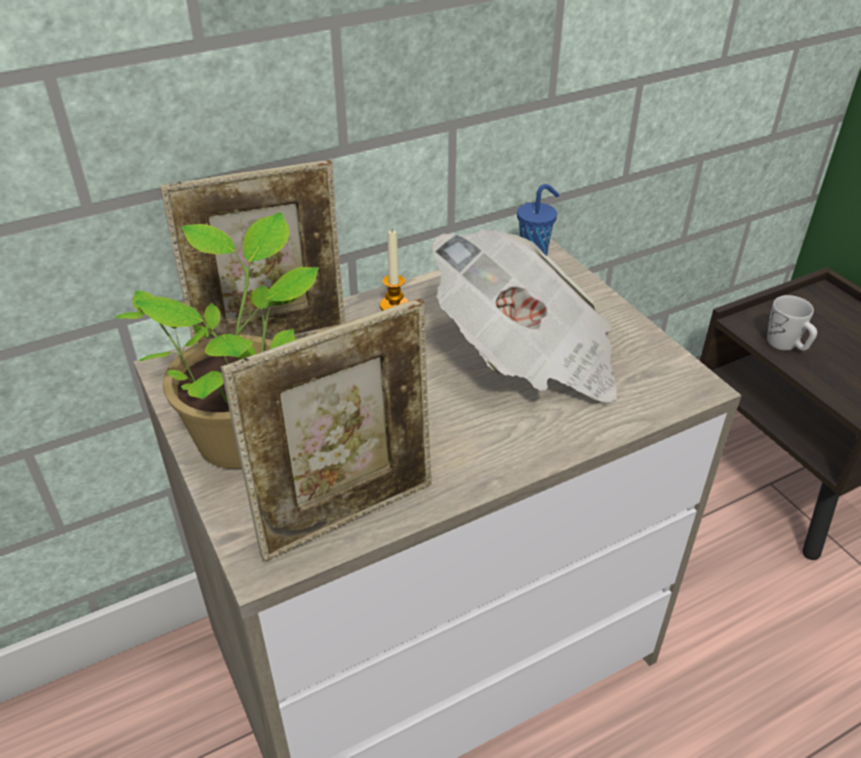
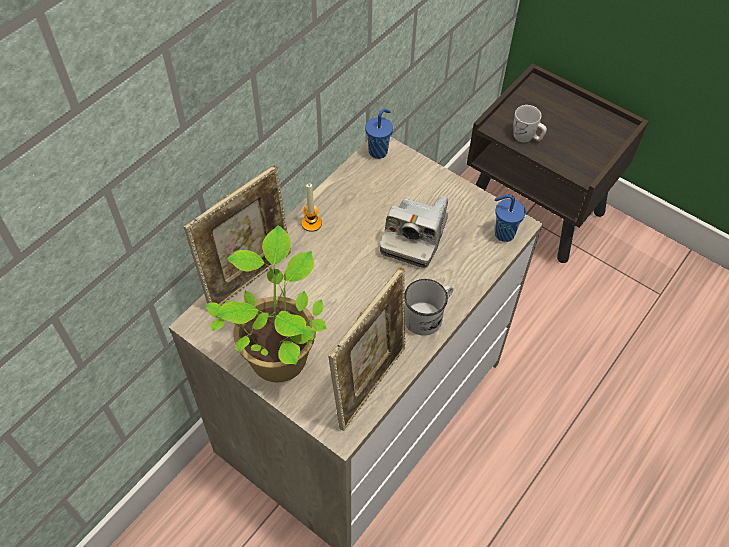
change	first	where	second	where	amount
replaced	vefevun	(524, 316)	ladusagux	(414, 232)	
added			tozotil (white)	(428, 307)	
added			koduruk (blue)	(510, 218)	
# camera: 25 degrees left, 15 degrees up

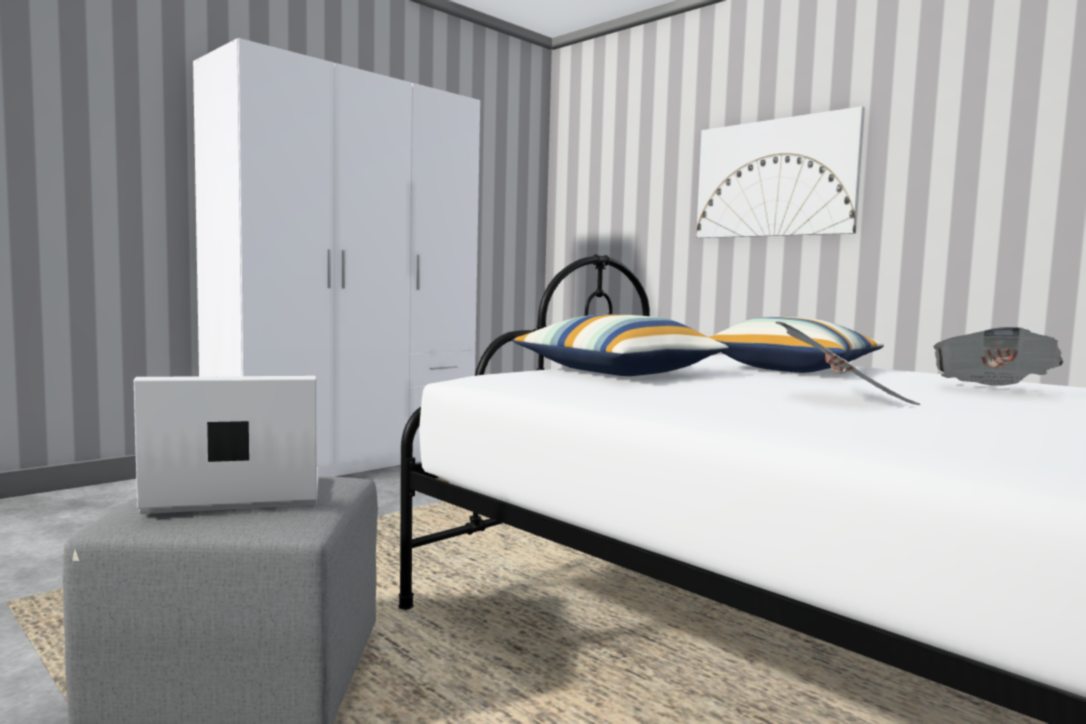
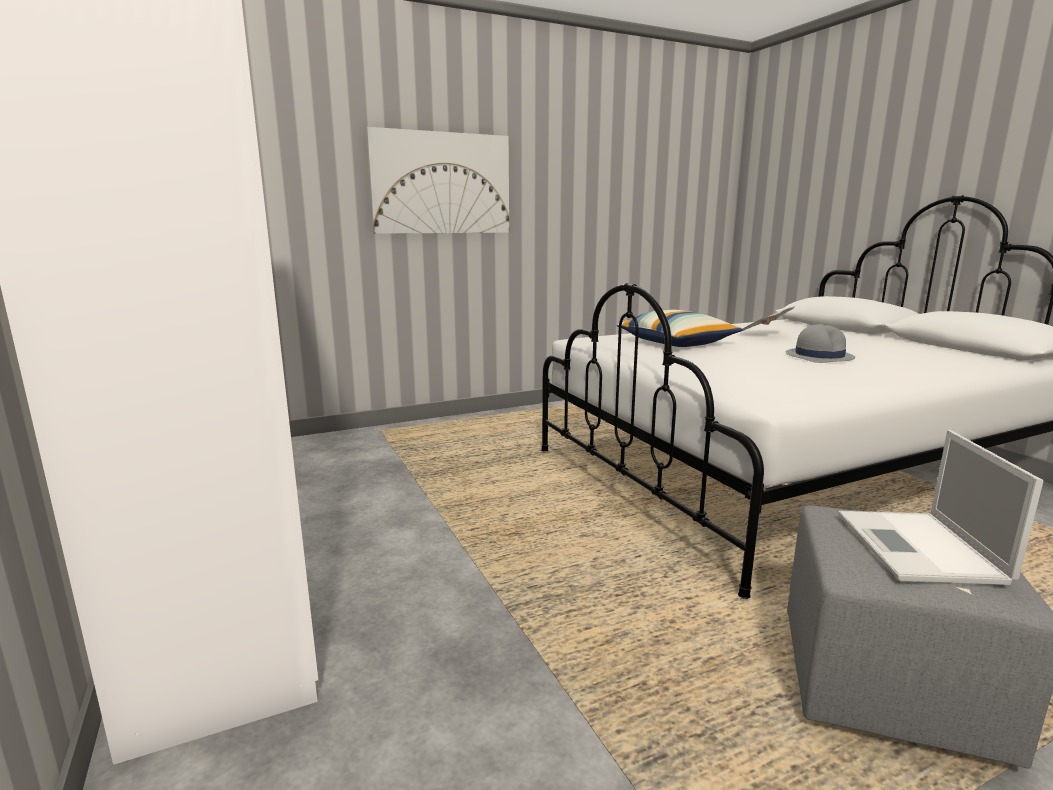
change	first	where	second	where	amount
replaced	vefevun	(848, 363)	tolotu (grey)	(820, 343)	
removed	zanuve	(620, 345)			
# camera: 70 degrees left, 10 degrees up

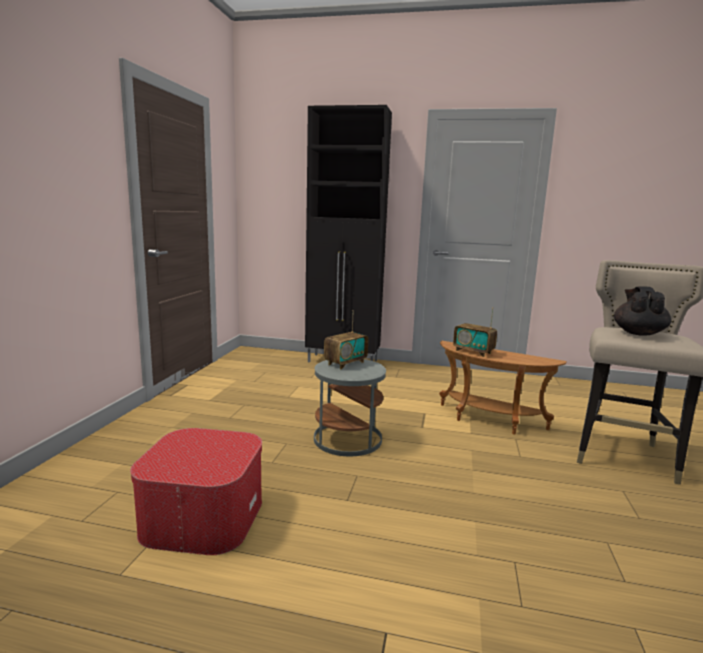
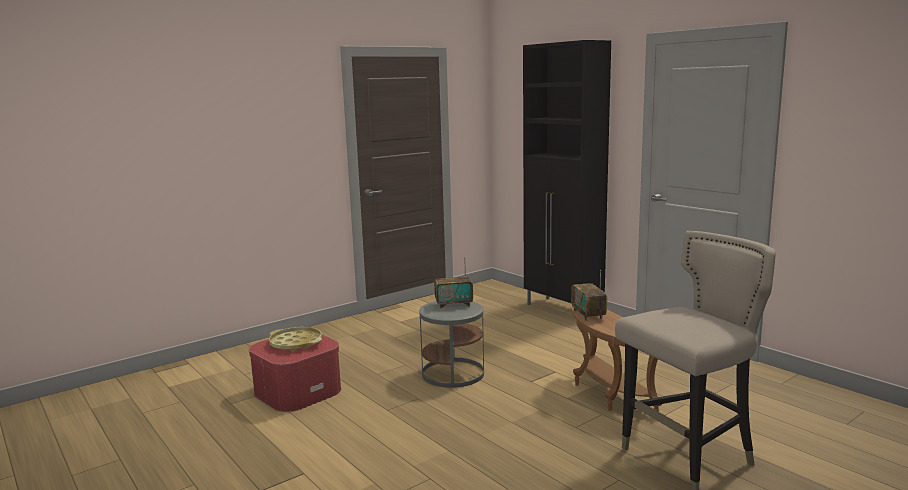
change	first	where	second	where	amount
added			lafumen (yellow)	(295, 339)	
removed	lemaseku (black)	(642, 311)			
# camera: 40 degrees right, 0 degrees up

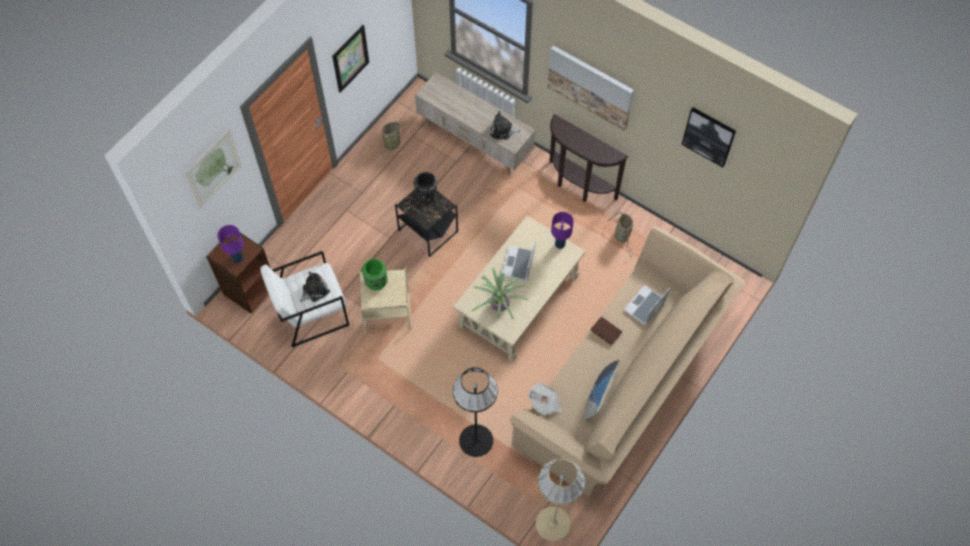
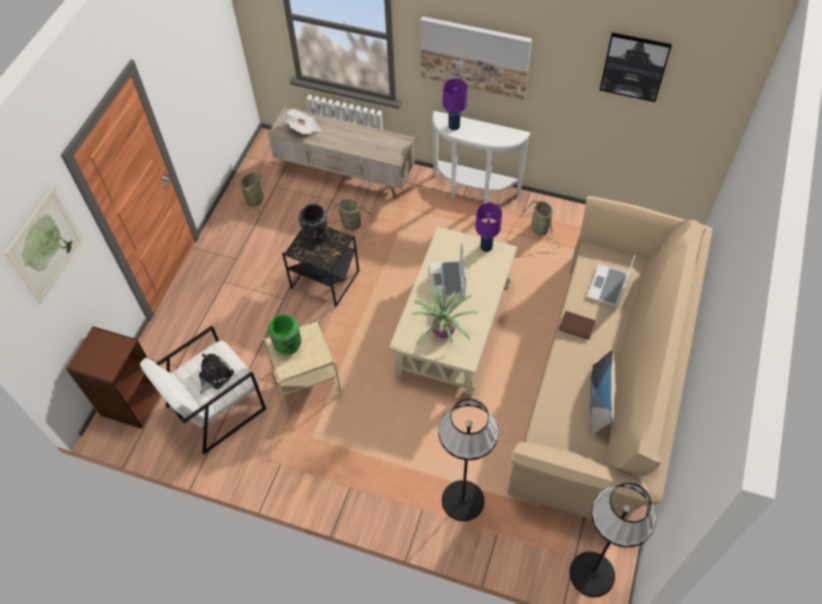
change	first	where	second	where	amount
moved	vefevun	(545, 399)		(302, 121)	
added			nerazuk	(350, 214)	
recoloured	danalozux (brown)	(589, 158)	danalozux (white)	(481, 157)	
moved	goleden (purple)	(230, 244)		(455, 104)	
recoloured	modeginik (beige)	(560, 500)	modeginik (black)	(612, 540)	
removed	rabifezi	(350, 59)			
removed	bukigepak	(505, 125)			
# camera: 15 degrees left, 5 degrees down

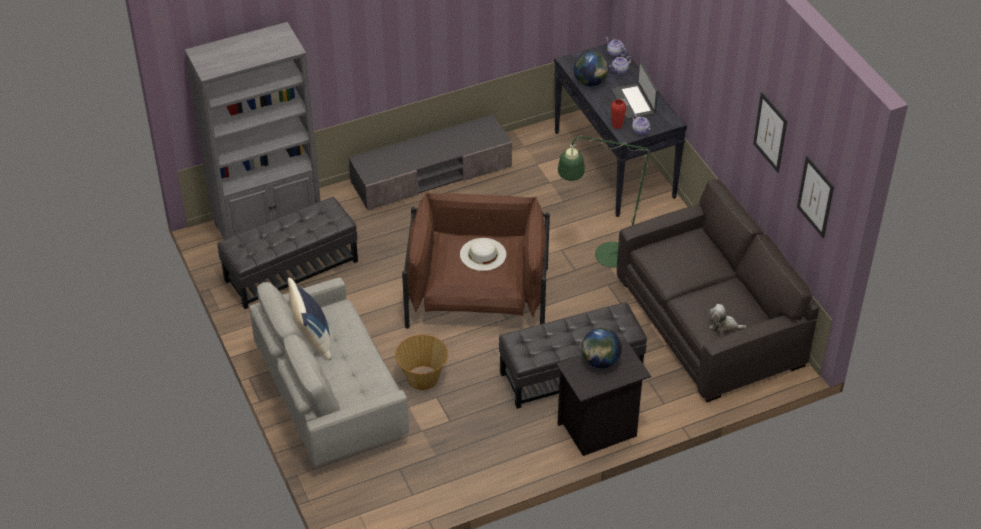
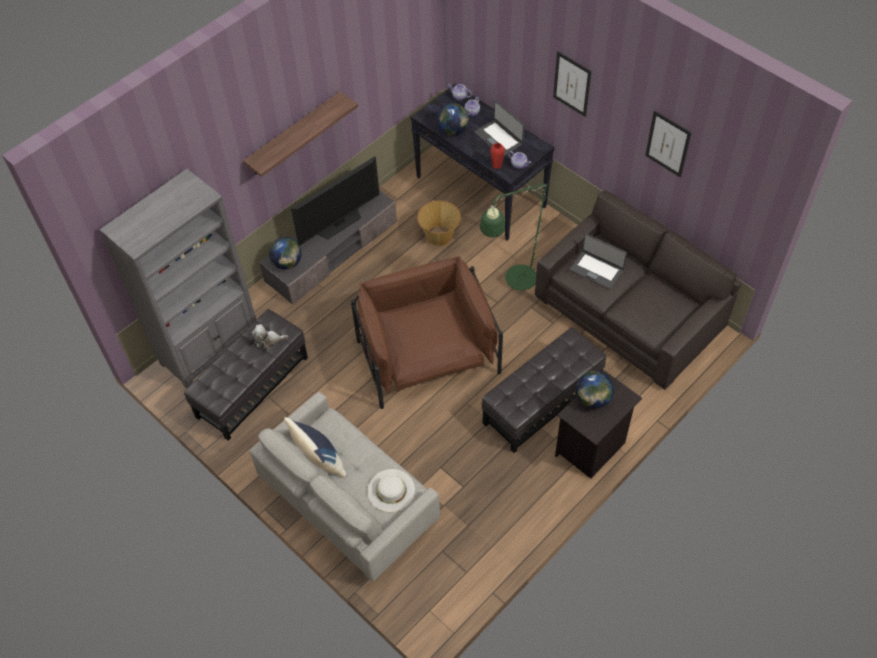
change	first	where	second	where	amount
added			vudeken	(300, 134)	
moved	bukigepak	(728, 319)		(269, 336)	
added			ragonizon	(285, 253)	
added			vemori	(335, 201)	
moved	tolotu (white)	(483, 254)		(391, 490)	
moved	nerazuk	(421, 362)		(439, 223)	
moved	rabifezi	(815, 197)		(572, 84)	
added			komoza	(598, 261)	
# camera: 20 degrees left, 10 degrees up

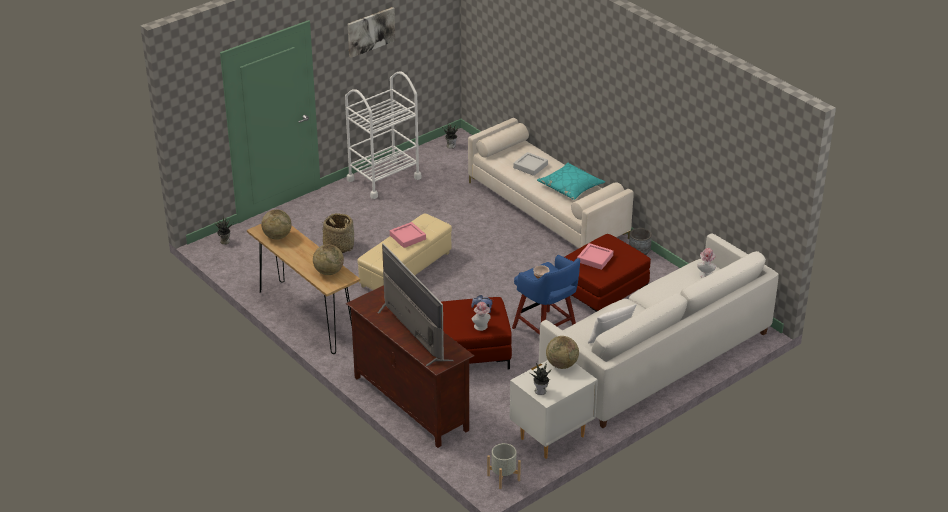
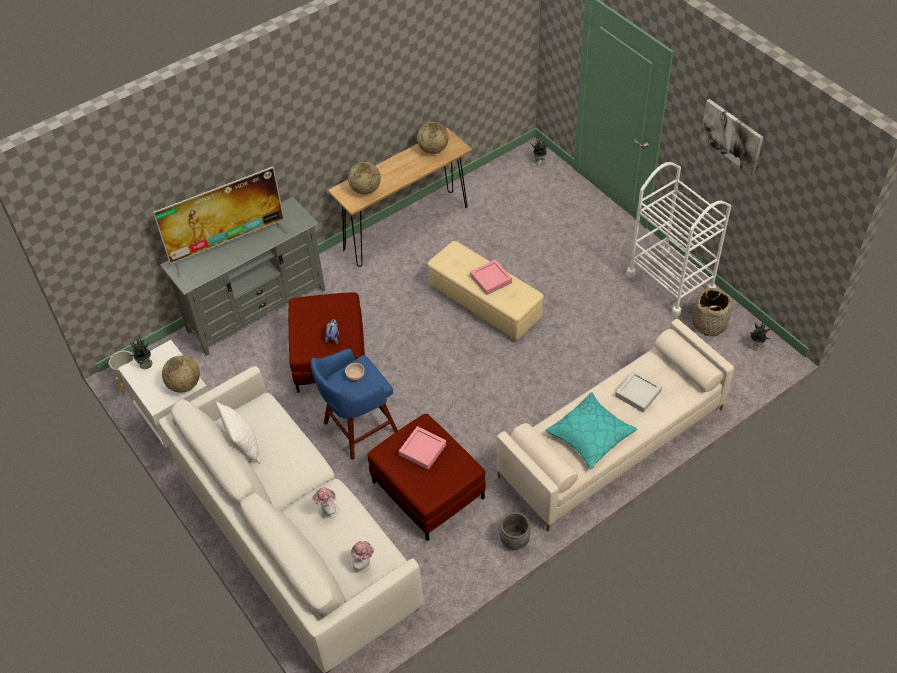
change	first	where	second	where	amount
recoloured	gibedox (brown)	(410, 366)	gibedox (grey)	(242, 276)	
moved	tolotu	(481, 316)		(325, 502)	
moved	nerazuk	(338, 233)		(712, 312)	
# camera: 95 degrees right, 15 degrees up

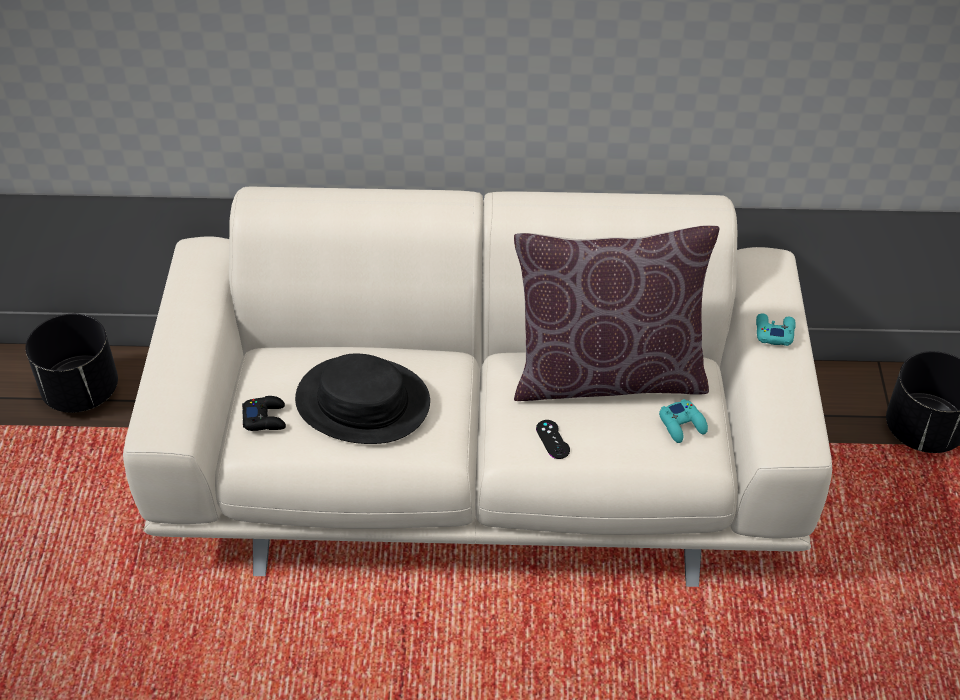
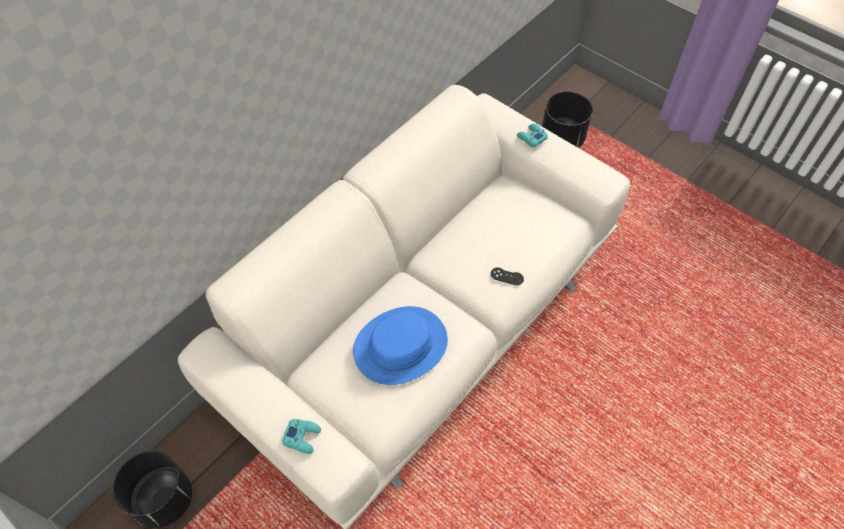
change	first	where	second	where	amount
moved	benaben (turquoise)	(683, 421)		(301, 436)	
recoloured	tolotu (black)	(362, 399)	tolotu (blue)	(400, 345)	
removed	benaben (black)	(264, 413)			
removed	zanuve (brown)	(616, 313)			
# camera: 50 degrees left, 10 degrees up

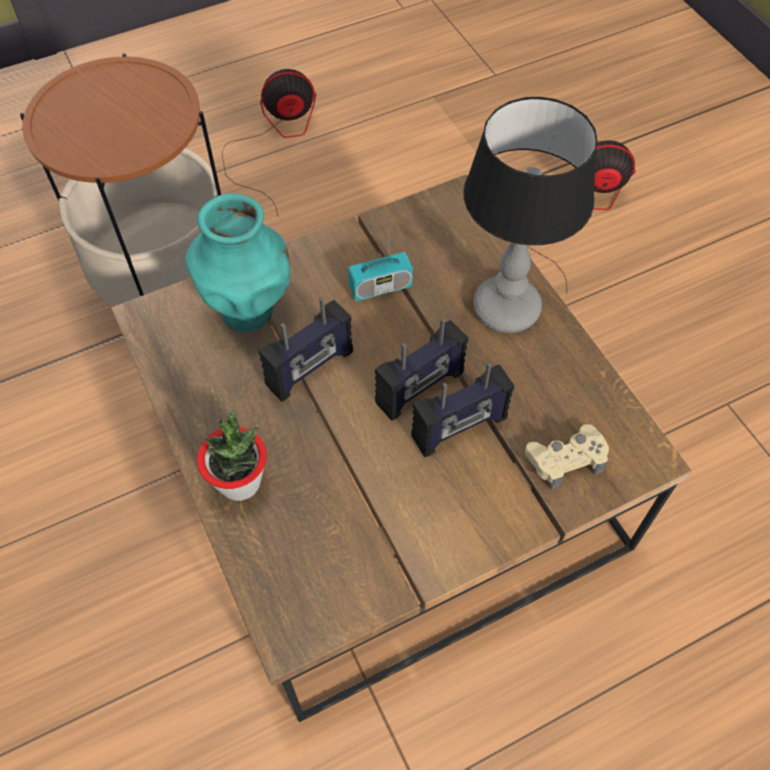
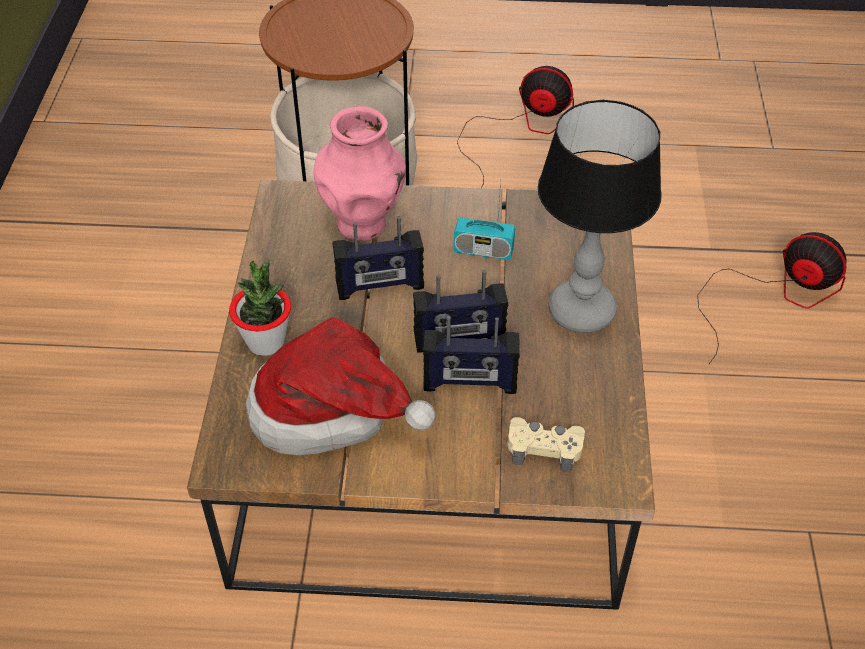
change	first	where	second	where	amount
added			tolotu	(340, 386)	
recoloured	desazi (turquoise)	(237, 262)	desazi (pink)	(359, 173)	
# camera: 30 degrees right, 10 degrees down

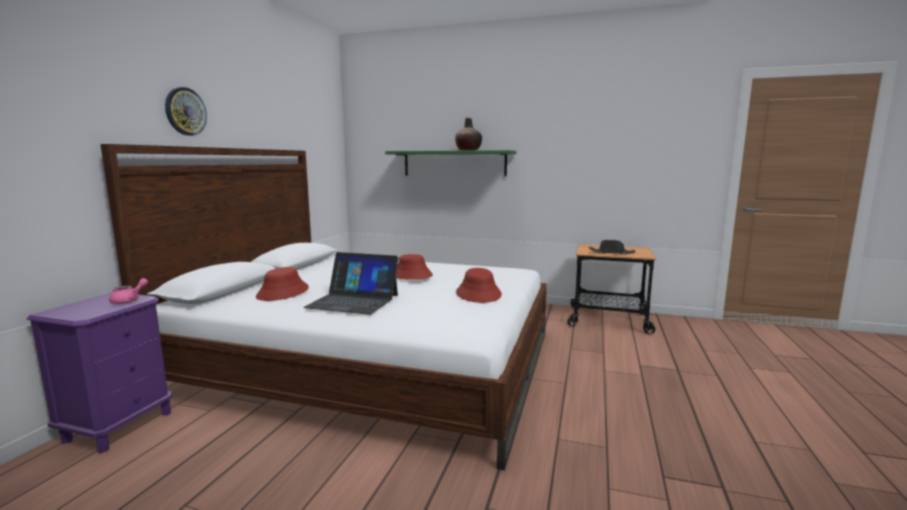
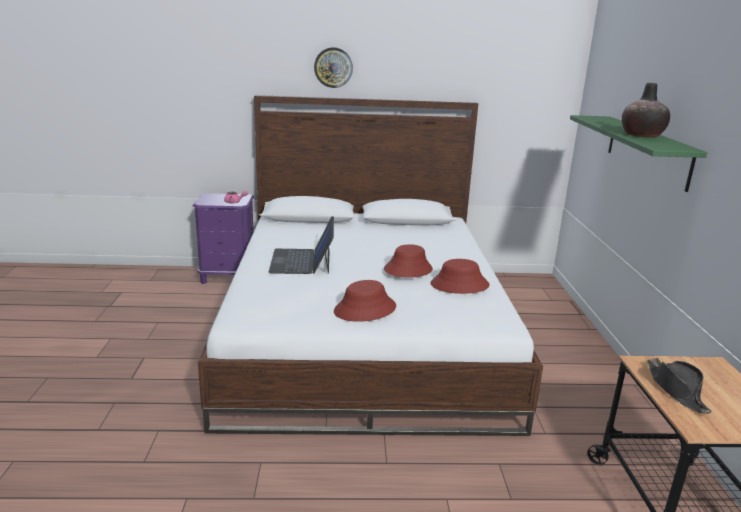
change	first	where	second	where	amount
moved	tolotu (red)	(282, 284)		(459, 276)	
# camera: 70 degrees right, 10 degrees up

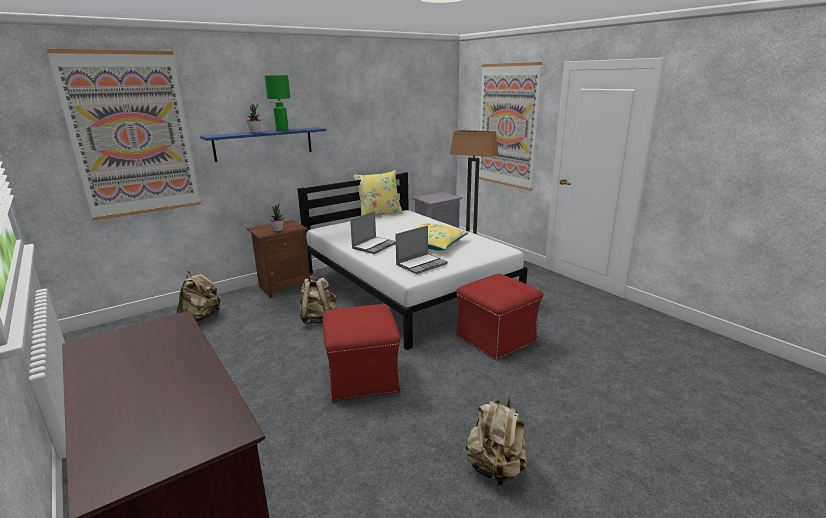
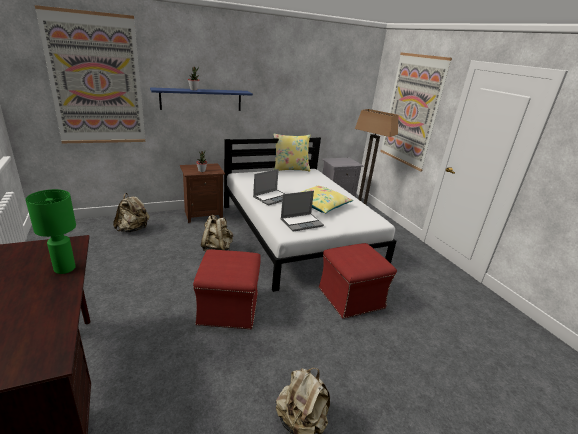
change	first	where	second	where	amount
moved	goleden (green)	(277, 103)		(51, 231)	
# camera: 10 degrees right, 5 degrees up

